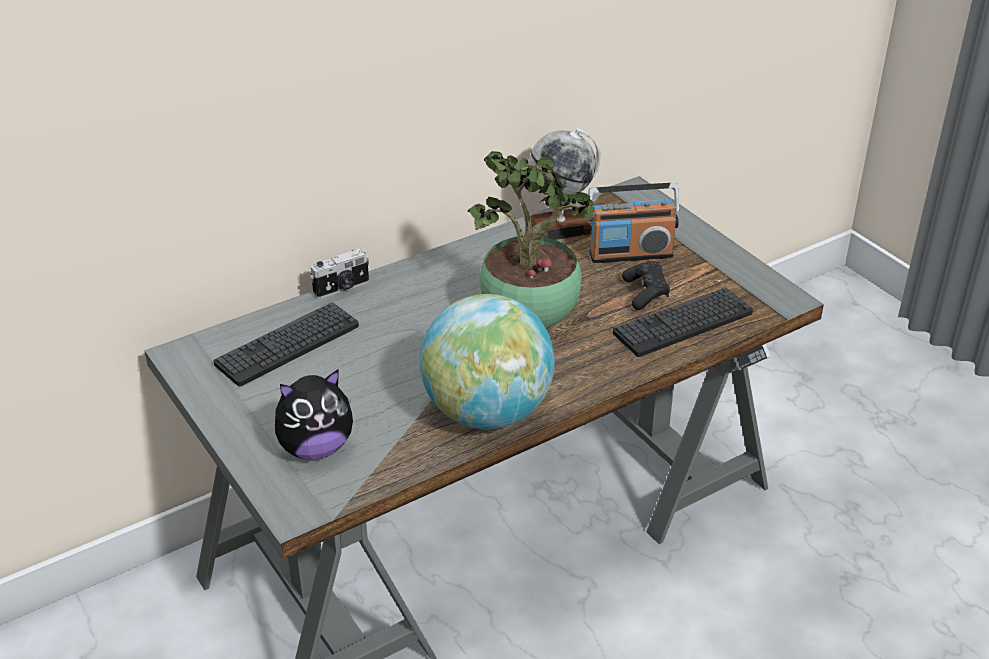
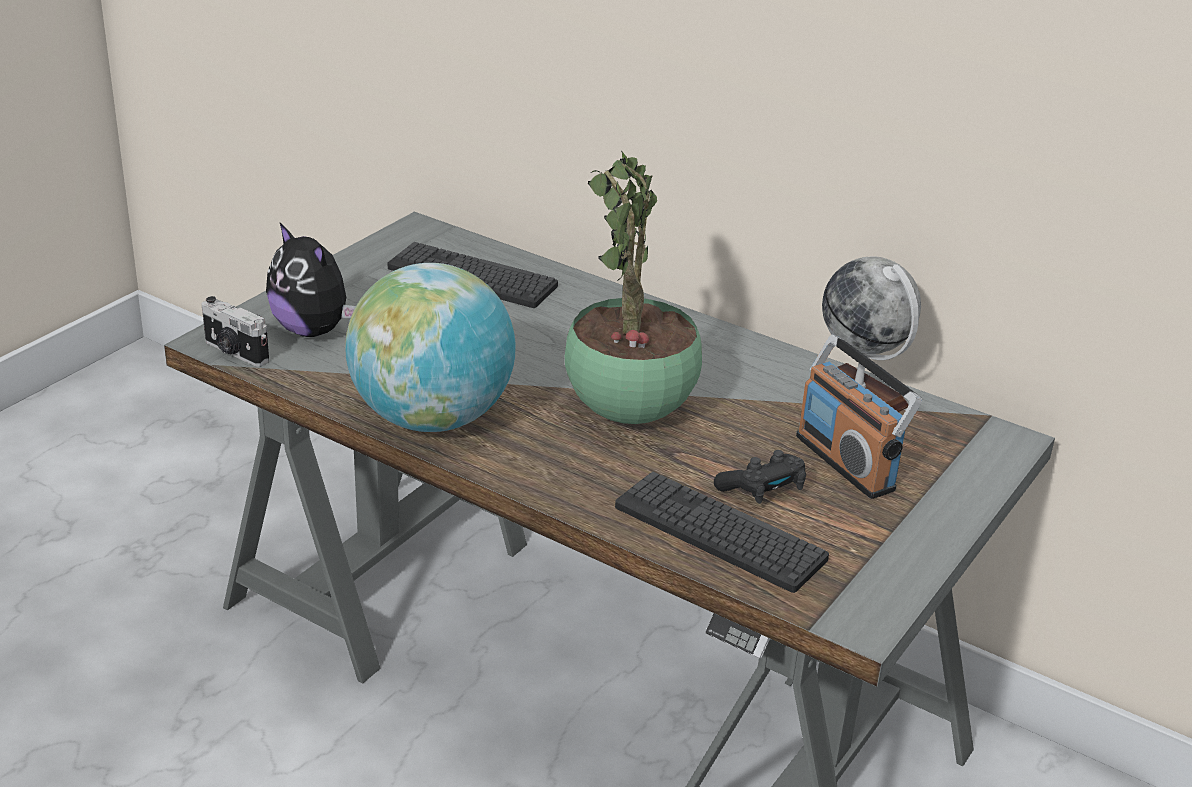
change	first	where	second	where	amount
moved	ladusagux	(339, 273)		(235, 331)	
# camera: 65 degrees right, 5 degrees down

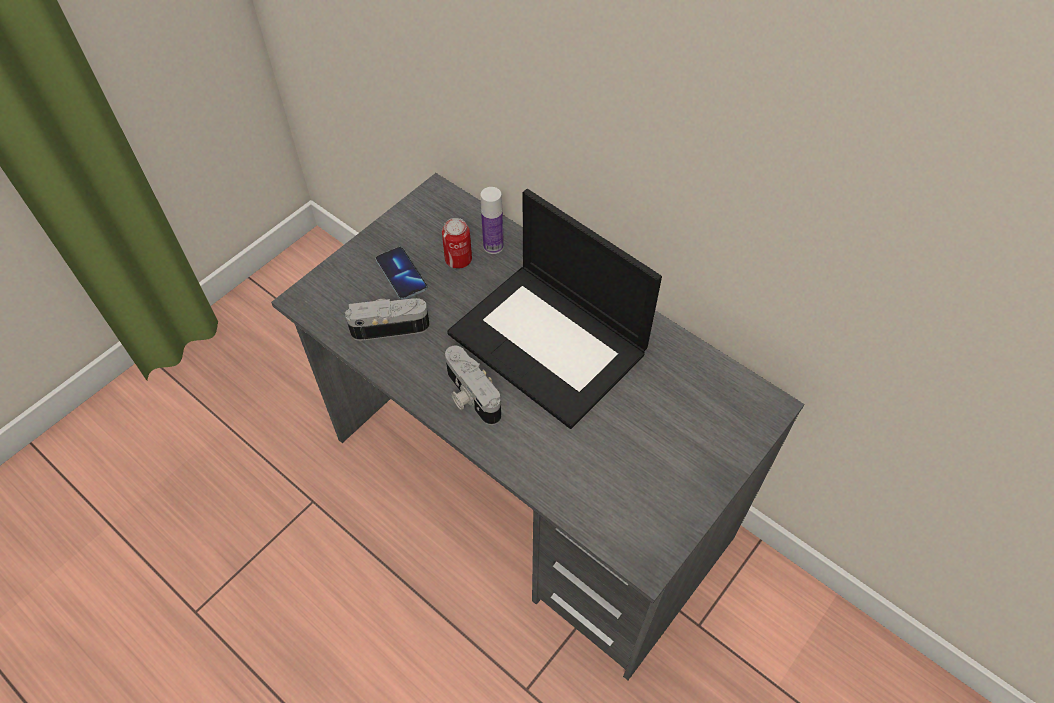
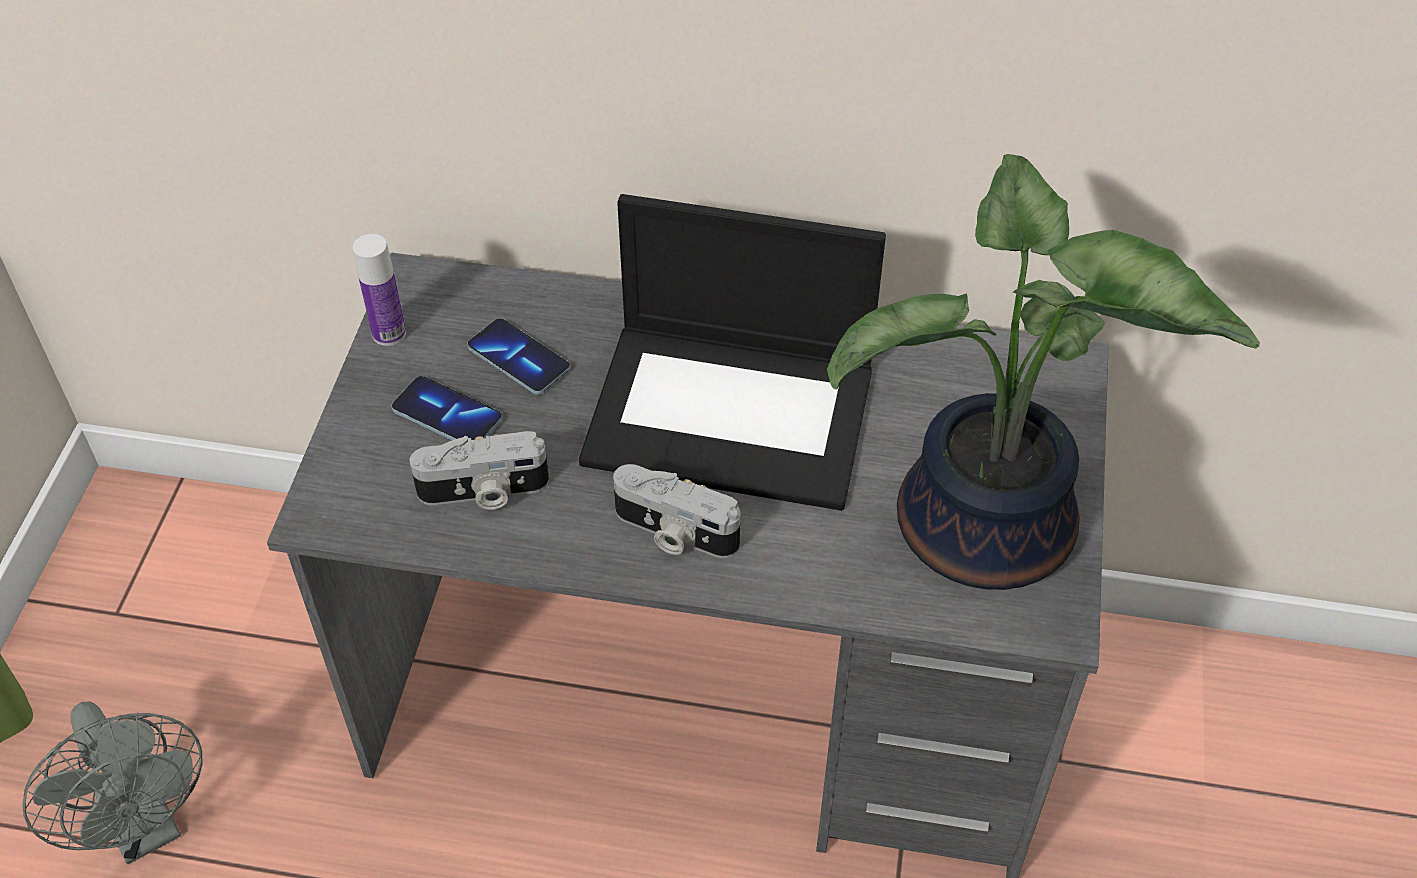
change	first	where	second	where	amount
added			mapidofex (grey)	(112, 783)	
moved	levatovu	(492, 220)		(379, 290)	
turned	ladusagux	(387, 319)		(479, 470)	150 degrees counterclockwise
replaced	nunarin	(457, 243)	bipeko	(519, 356)	
added			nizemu	(1043, 372)	
# camera: 30 degrees left, 5 degrees down

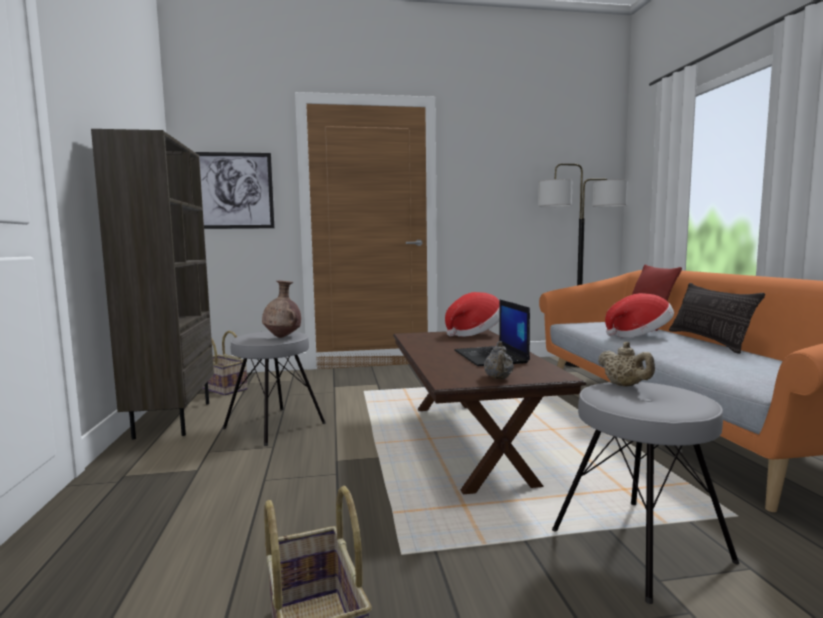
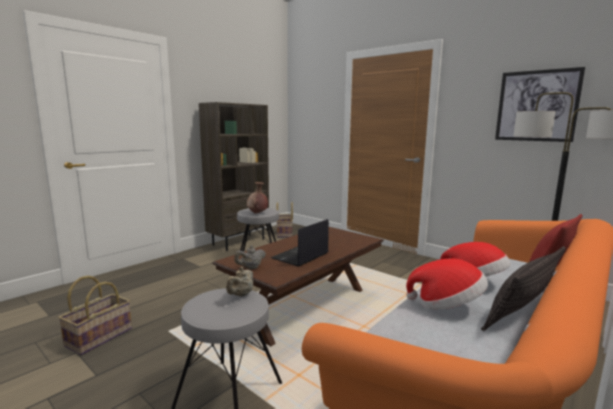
change	first	where	second	where	amount
moved	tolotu	(472, 314)		(447, 284)	
moved	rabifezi	(235, 190)		(540, 104)	
# camera: 50 degrees right, 5 degrees up

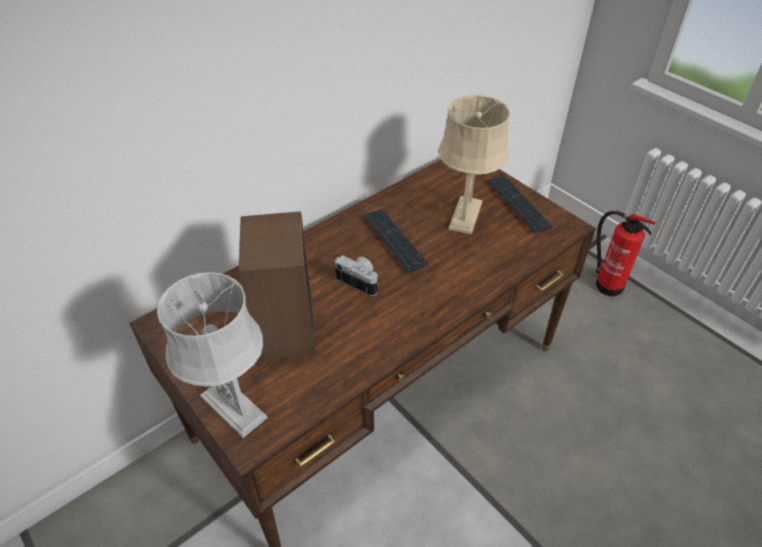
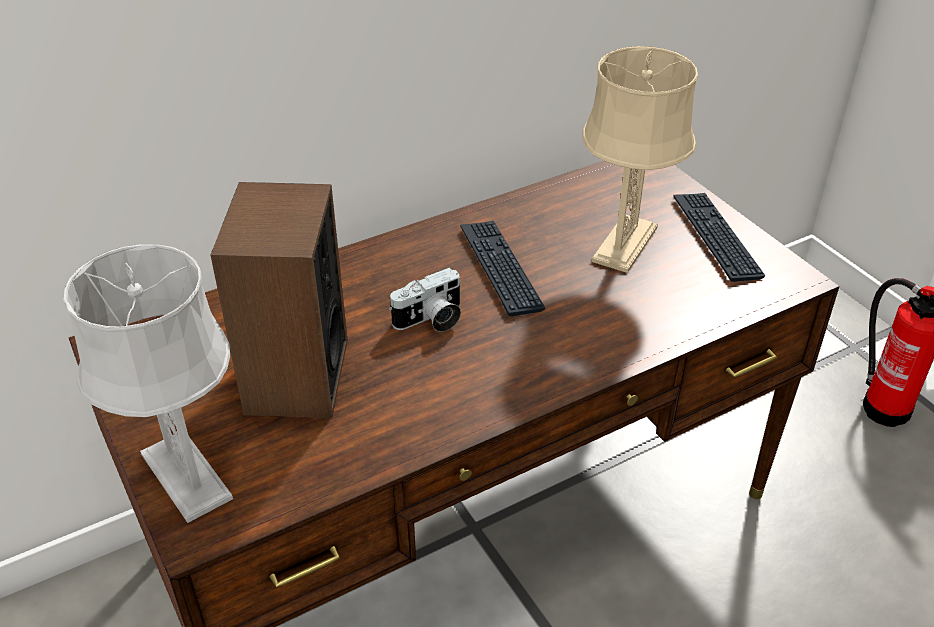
change	first	where	second	where	amount
turned	ladusagux	(356, 275)		(425, 300)	105 degrees clockwise
# camera: 10 degrees right, 5 degrees down

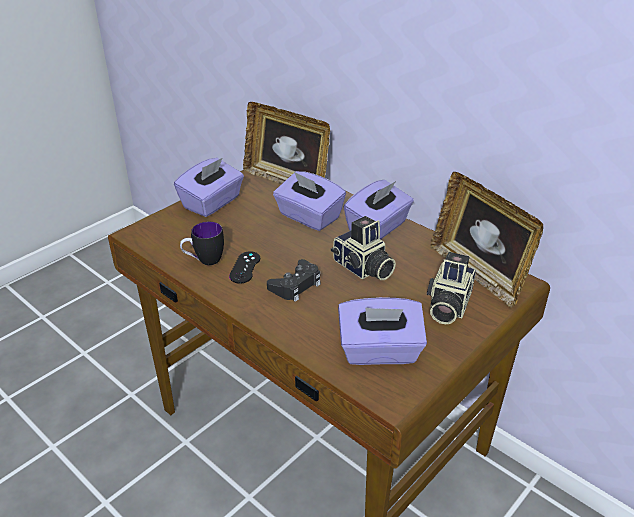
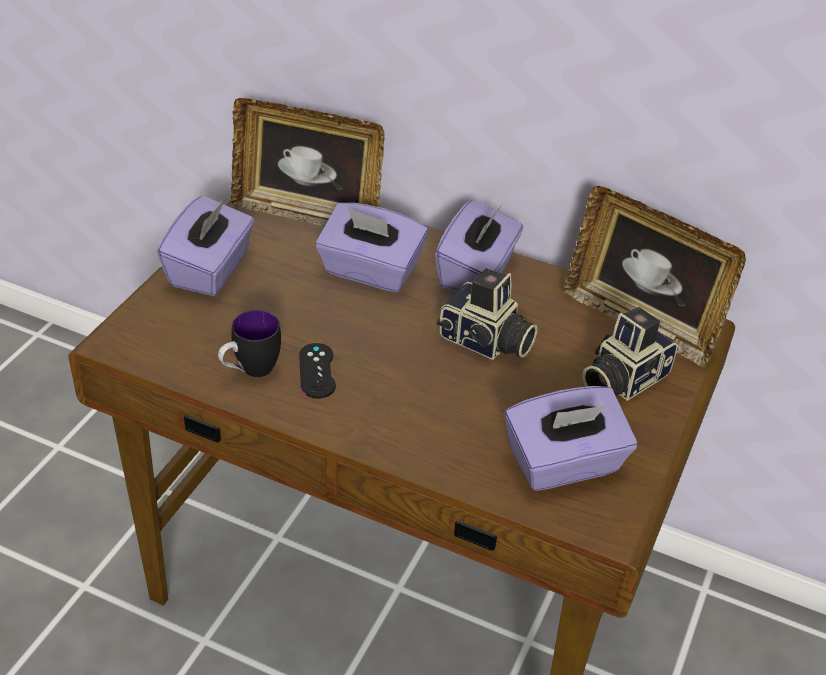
change	first	where	second	where	amount
turned	ladusagux	(451, 288)		(630, 354)	45 degrees clockwise
removed	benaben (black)	(294, 280)			
# camera: 20 degrees left, 5 degrees up

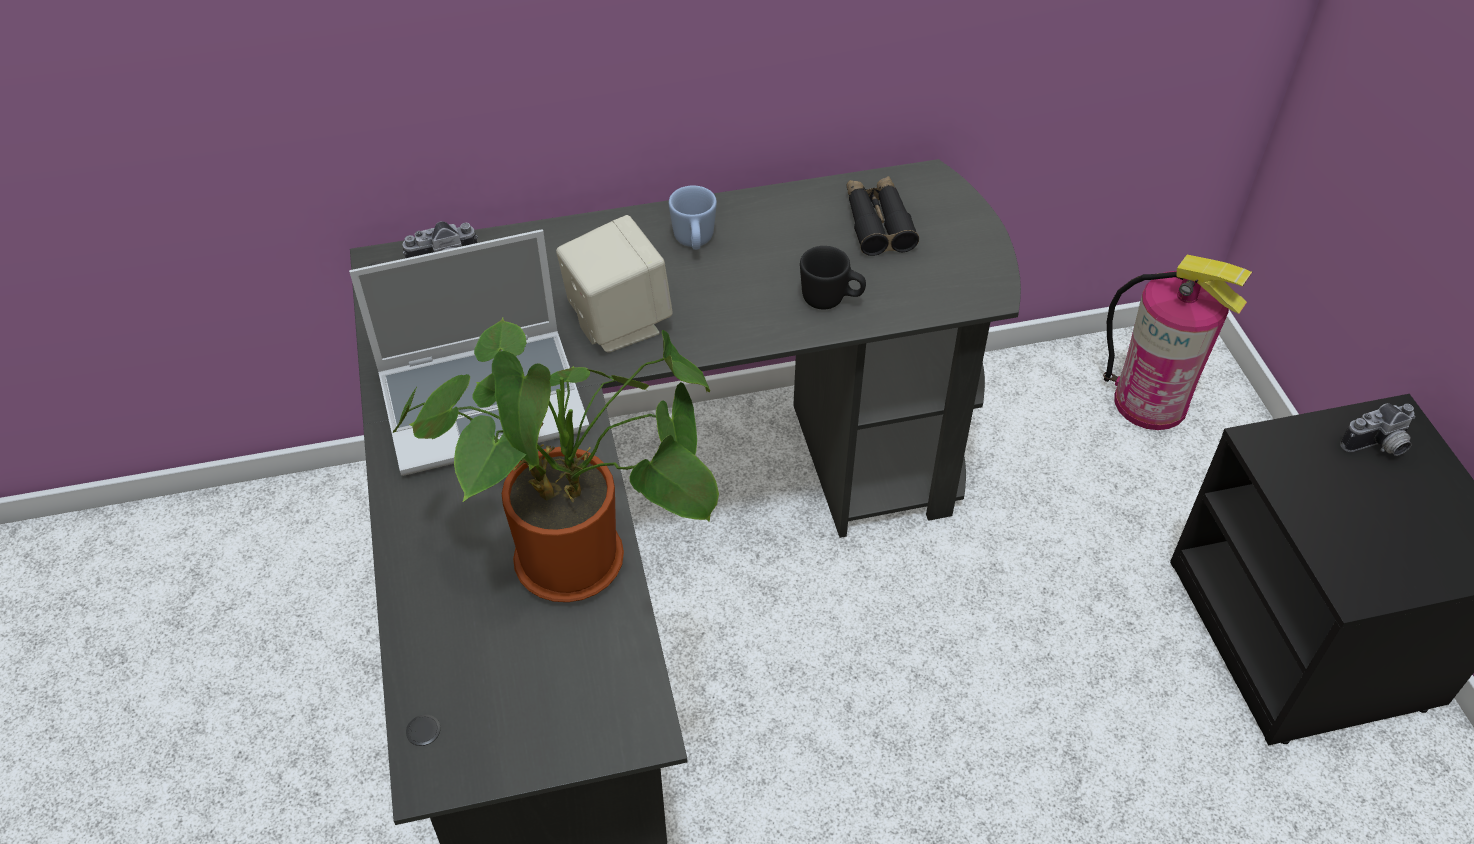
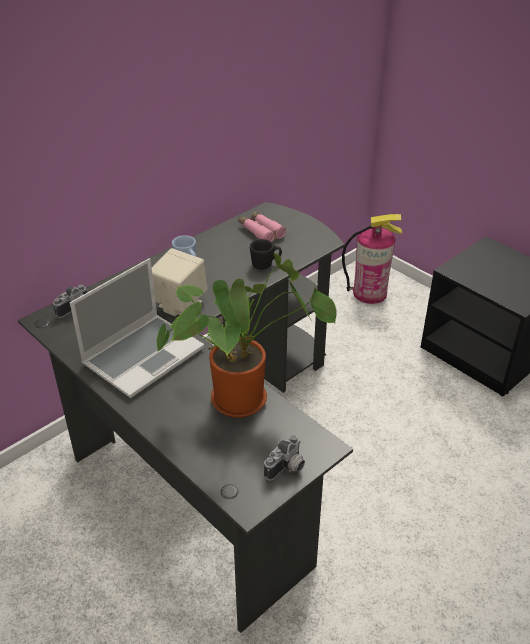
change	first	where	second	where	amount
recoloured	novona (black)	(883, 216)	novona (pink)	(262, 227)	
moved	ladusagux	(1377, 429)		(284, 458)	
# camera: 30 degrees left, 10 degrees down

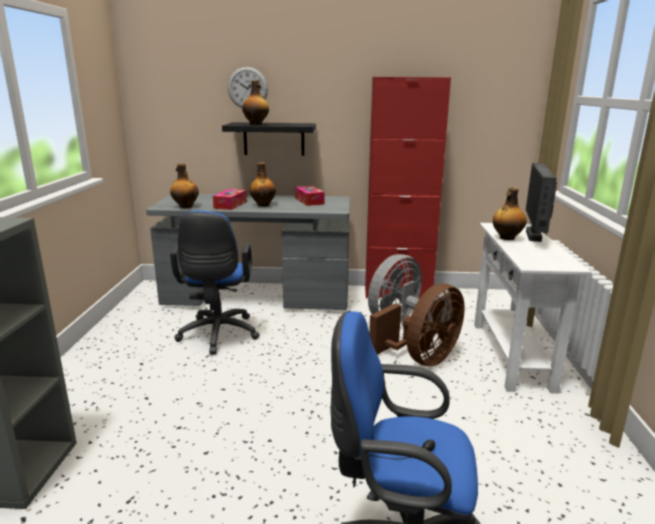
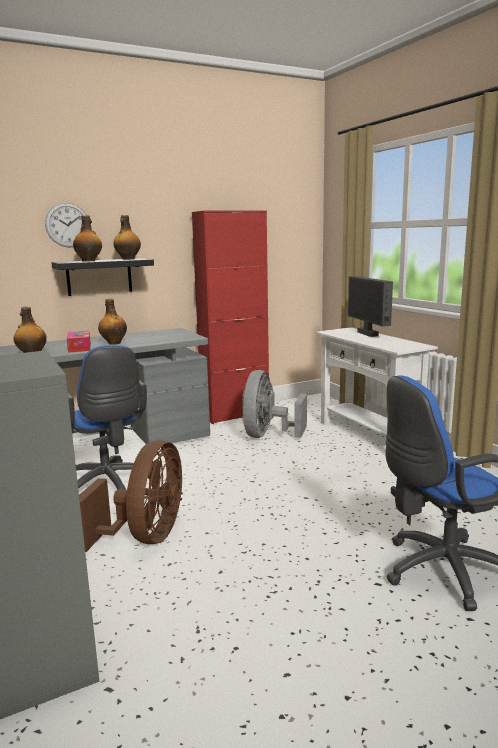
change	first	where	second	where	amount
moved	mapidofex (brown)	(417, 324)		(131, 496)	
moved	levatovu	(510, 214)		(127, 237)	
removed	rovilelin	(310, 196)			
# camera: 30 degrees left, 5 degrees down

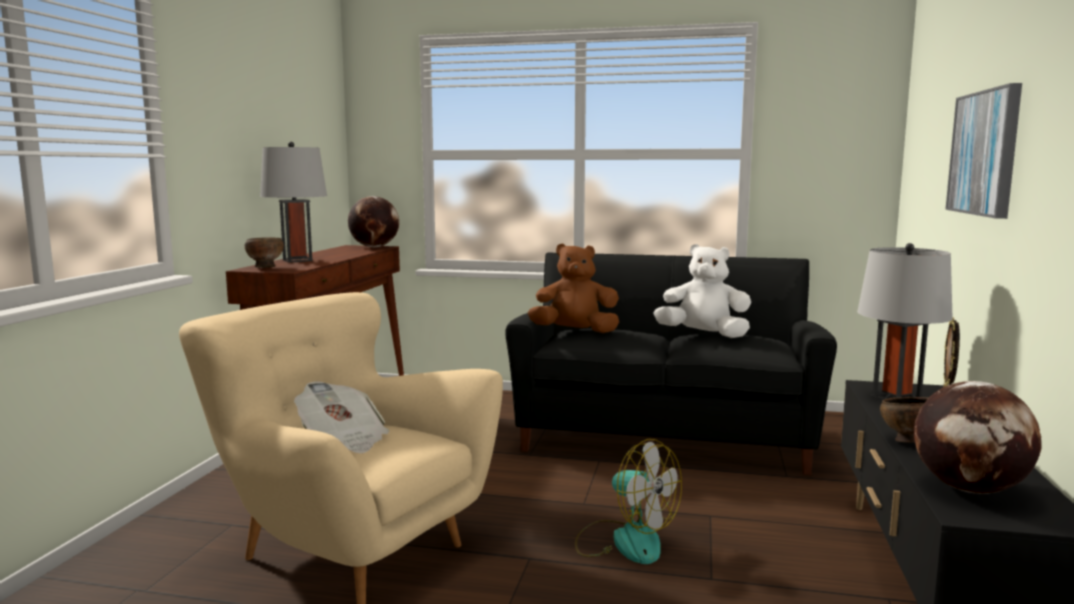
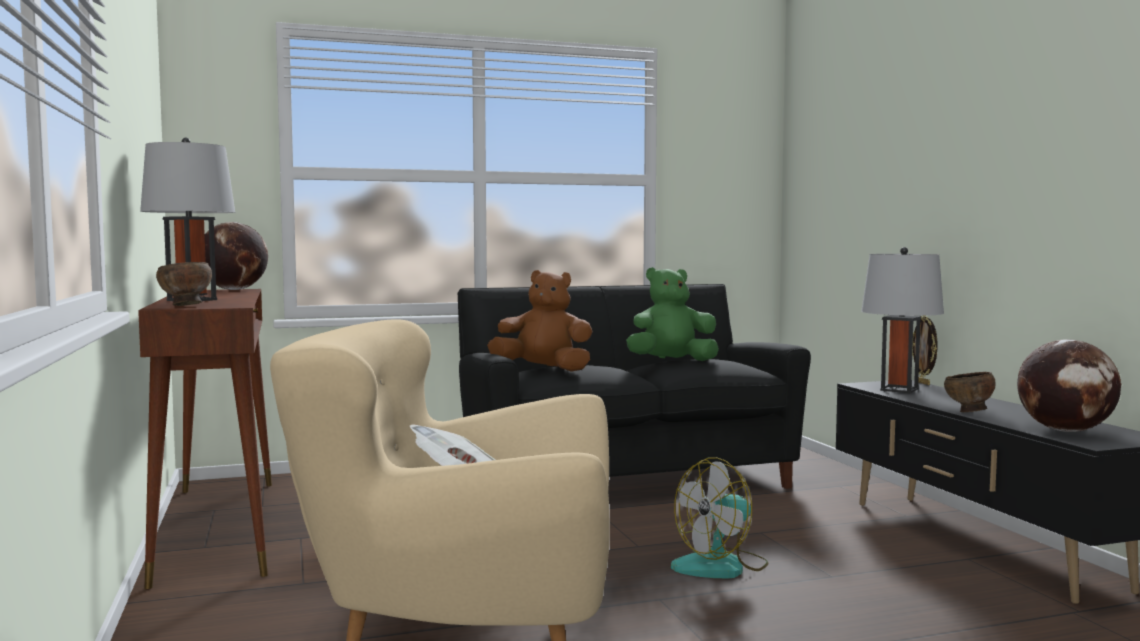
change	first	where	second	where	amount
turned	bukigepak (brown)	(573, 288)		(540, 321)	45 degrees clockwise
recoloured	bukigepak (white)	(702, 291)	bukigepak (green)	(672, 314)	
turned	mapidofex	(628, 501)		(720, 517)	135 degrees clockwise
removed	rabifezi	(983, 151)			
# camera: 30 degrees left, 5 degrees down

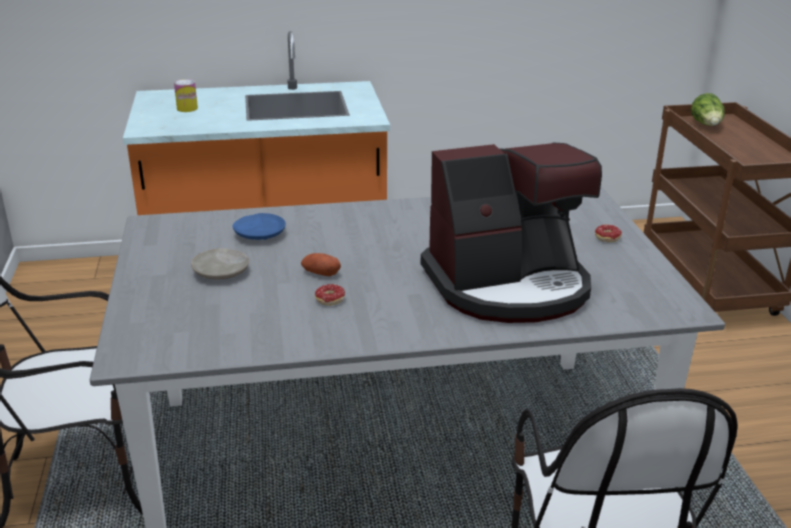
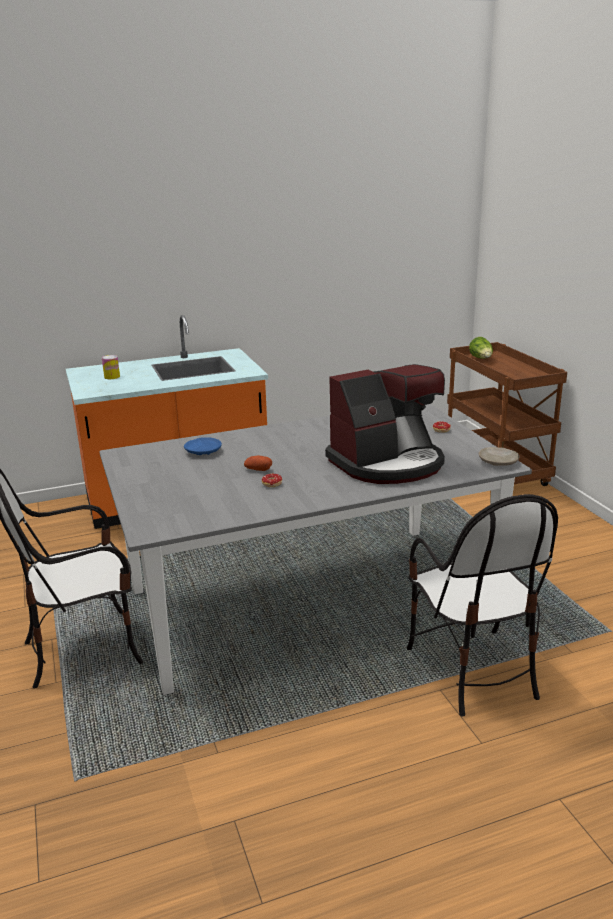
change	first	where	second	where	amount
moved	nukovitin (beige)	(220, 263)		(499, 456)	
# camera: 10 degrees left, 5 degrees down

